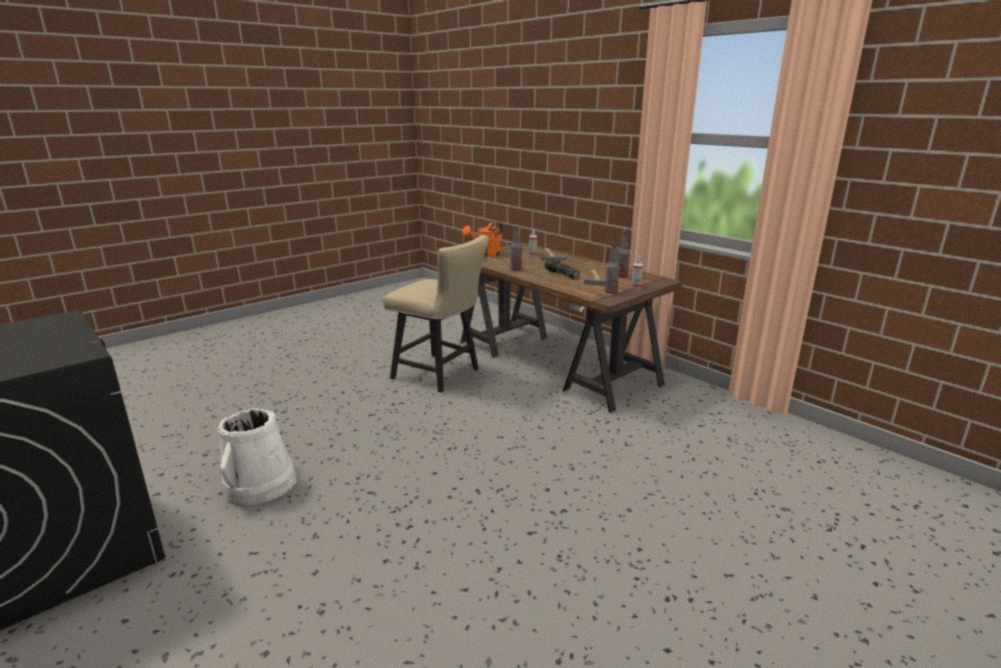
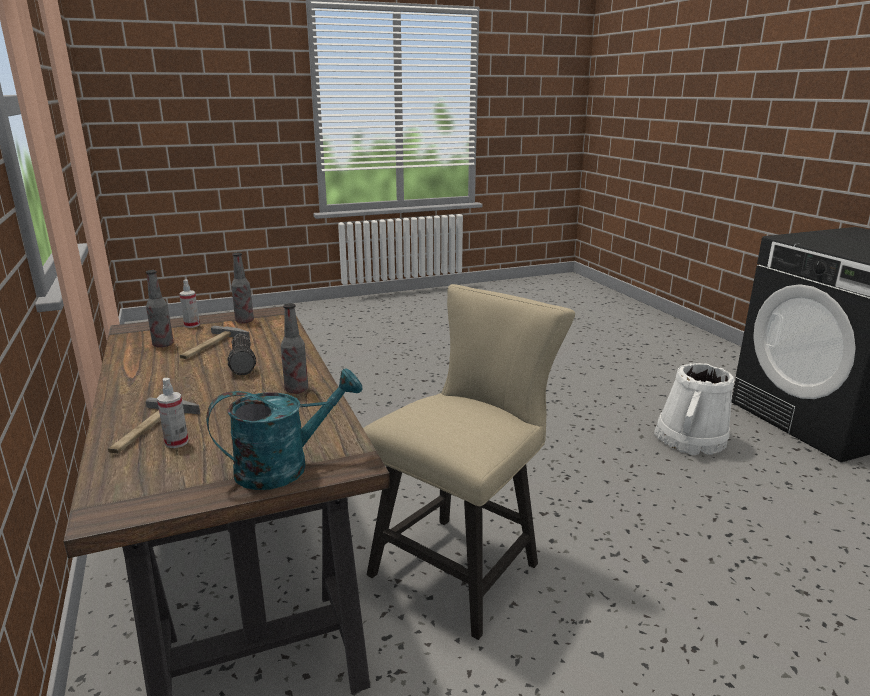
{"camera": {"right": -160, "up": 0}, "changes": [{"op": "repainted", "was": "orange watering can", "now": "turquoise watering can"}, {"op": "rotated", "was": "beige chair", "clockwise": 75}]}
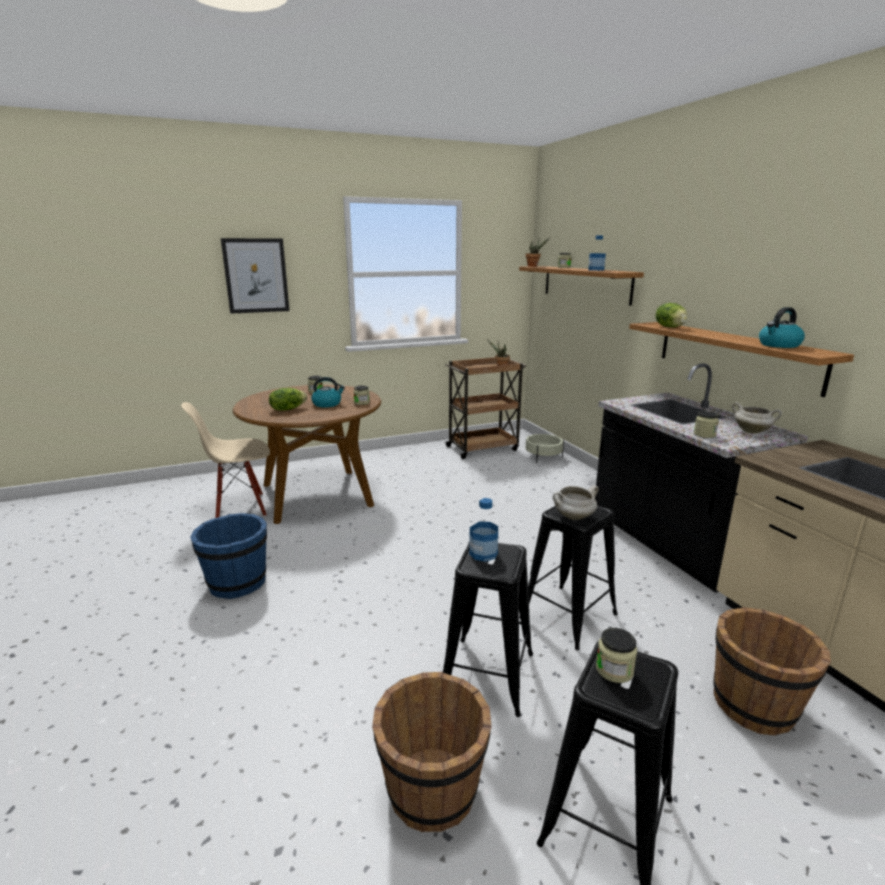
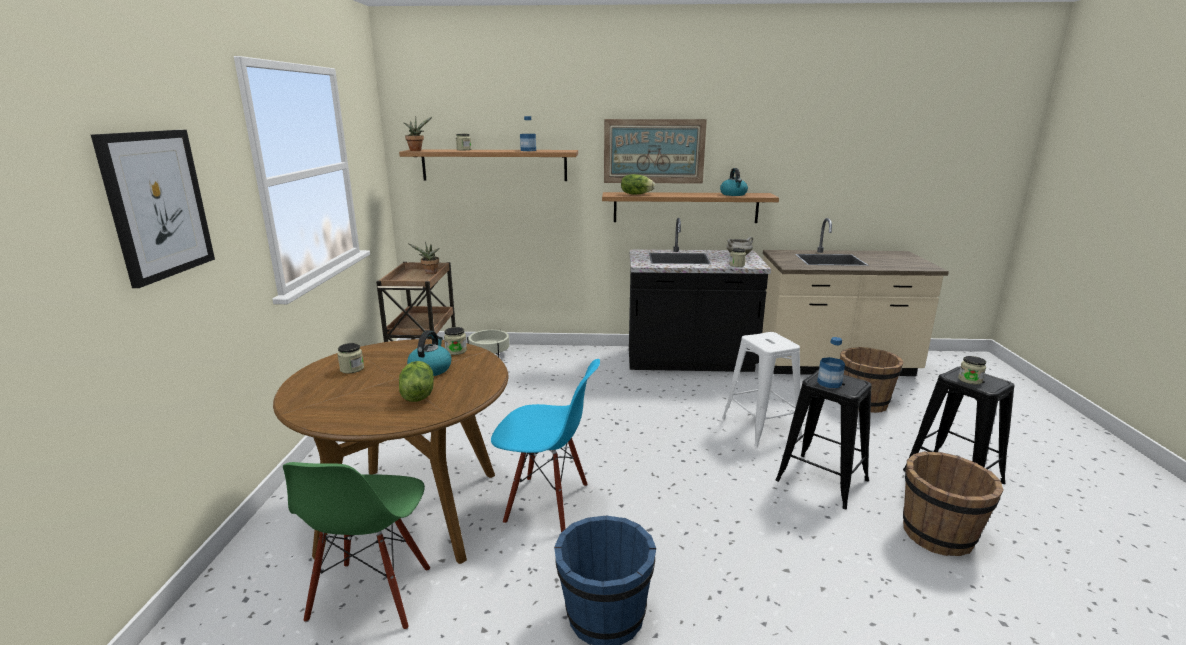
{"camera": {"right": -65, "up": 0}, "changes": [{"op": "repainted", "was": "beige chair", "now": "green chair"}, {"op": "gone", "was": "white cooking pot (no. 1 from left)"}, {"op": "repainted", "was": "black stool (no. 2 from left)", "now": "white stool"}, {"op": "new", "now": "picture (no. 2 from left)"}, {"op": "new", "now": "blue chair"}]}
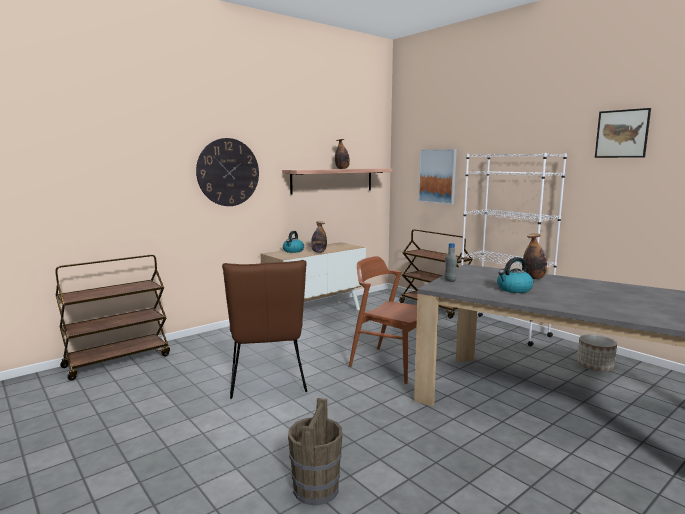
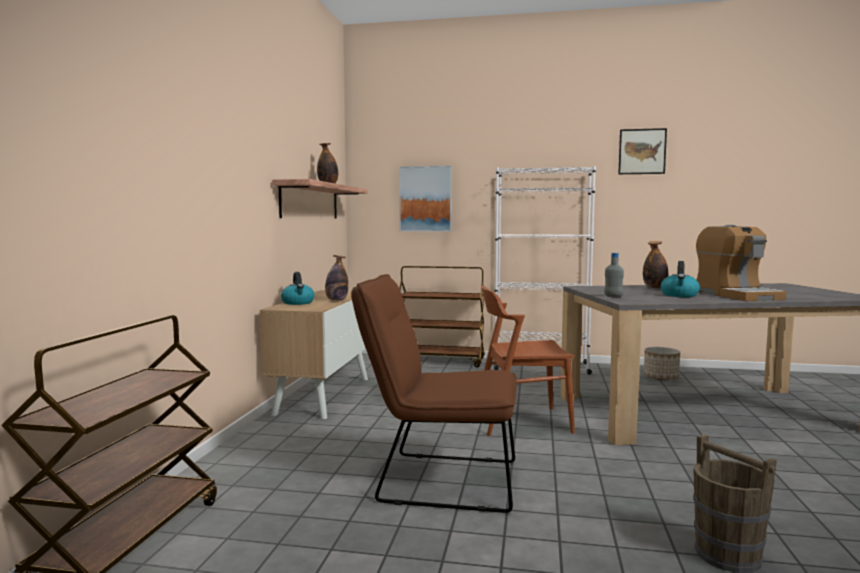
{"camera": {"right": -40, "up": -5}, "changes": [{"op": "gone", "was": "wall clock"}, {"op": "rotated", "was": "brown chair (no. 1 from left)", "clockwise": 150}, {"op": "new", "now": "coffee machine"}]}
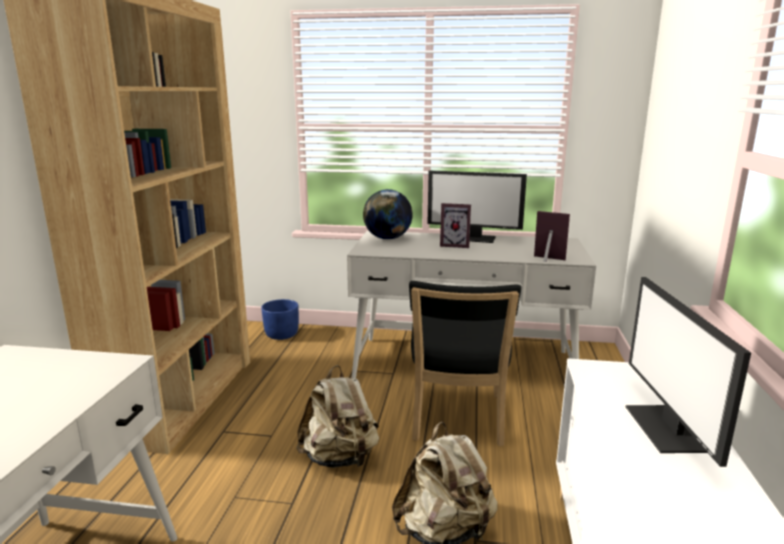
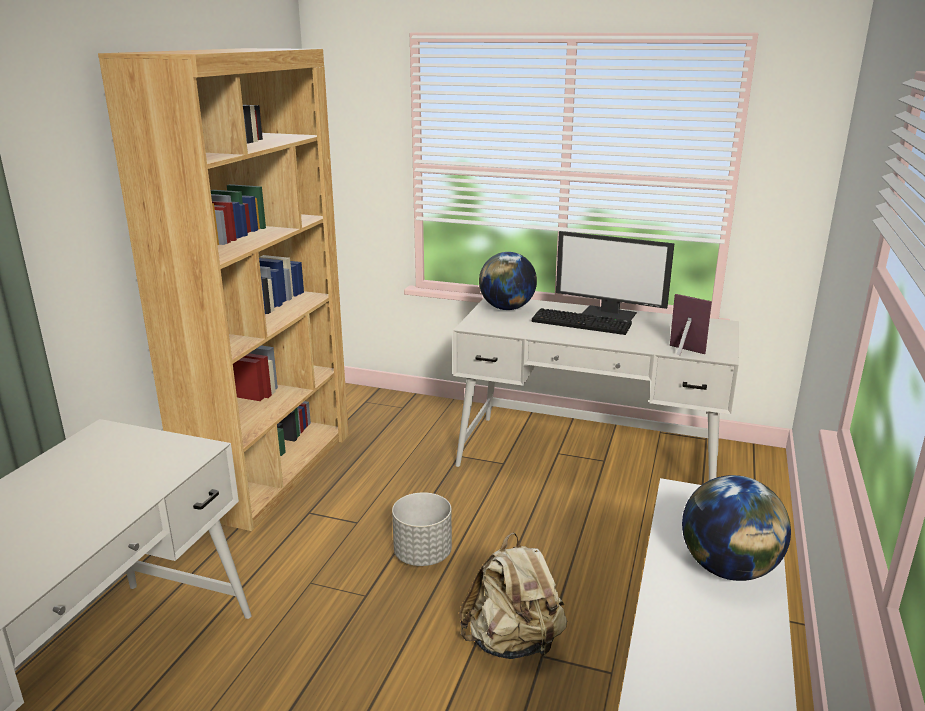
{"camera": {"right": 10, "up": 5}, "changes": [{"op": "swapped", "was": "picture frame (no. 1 from left)", "now": "keyboard"}, {"op": "swapped", "was": "monitor (no. 2 from left)", "now": "globe (no. 2 from left)"}, {"op": "gone", "was": "black chair"}, {"op": "gone", "was": "blue planter"}, {"op": "swapped", "was": "beige backpack (no. 1 from left)", "now": "grey planter"}]}
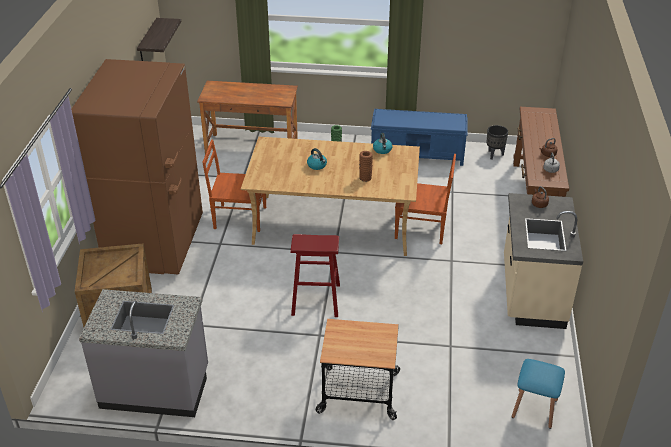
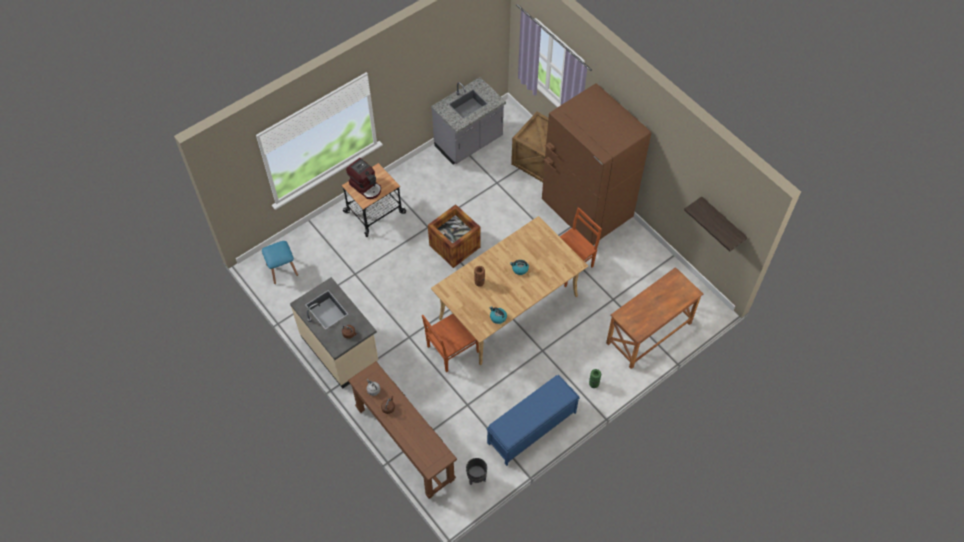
{"camera": {"right": 135, "up": 20}, "changes": [{"op": "swapped", "was": "red stool", "now": "crate (no. 1 from left)"}, {"op": "new", "now": "coffee machine"}]}
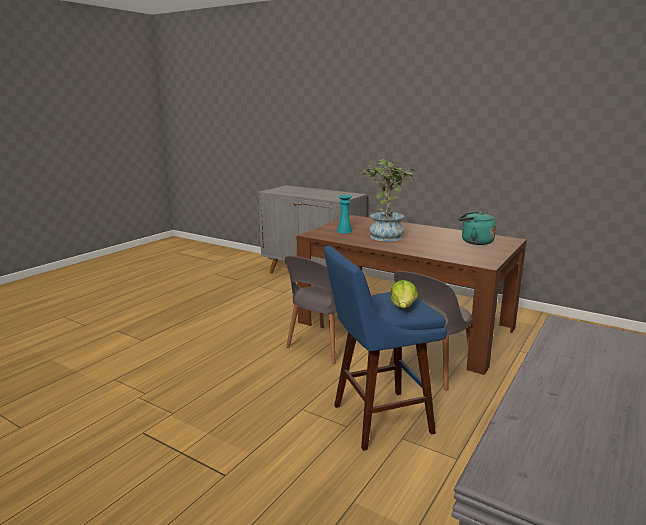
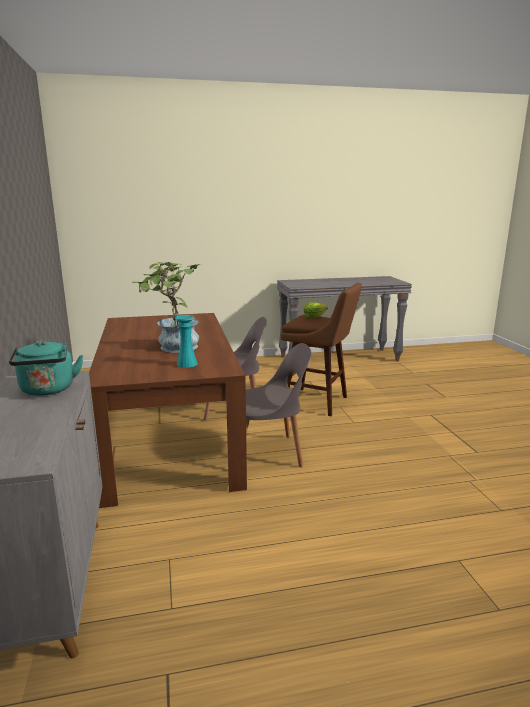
{"camera": {"right": -135, "up": 0}, "changes": [{"op": "shifted", "was": "turquoise kettle"}, {"op": "repainted", "was": "blue stool", "now": "brown stool"}]}
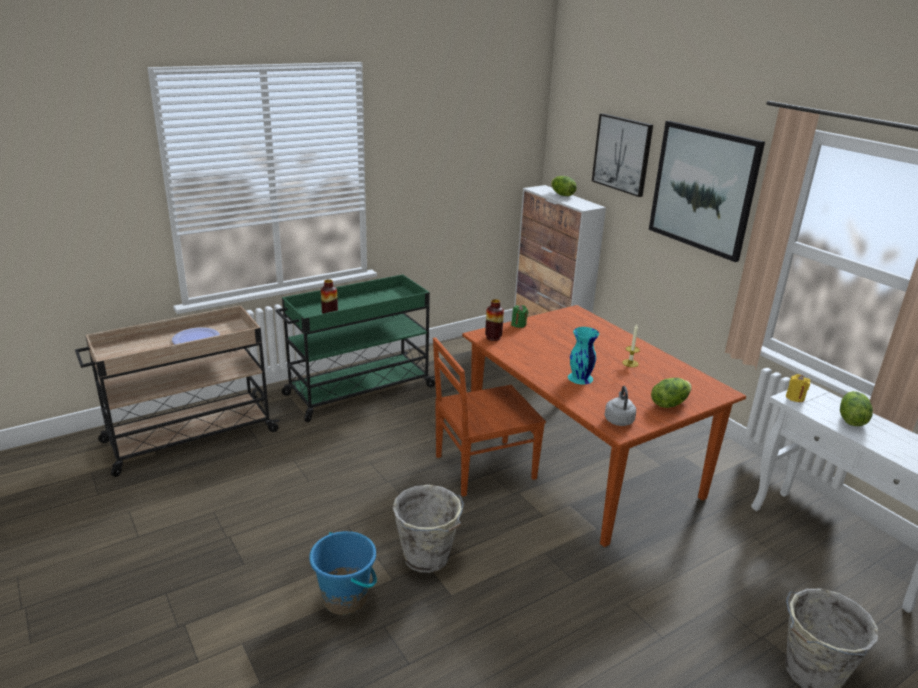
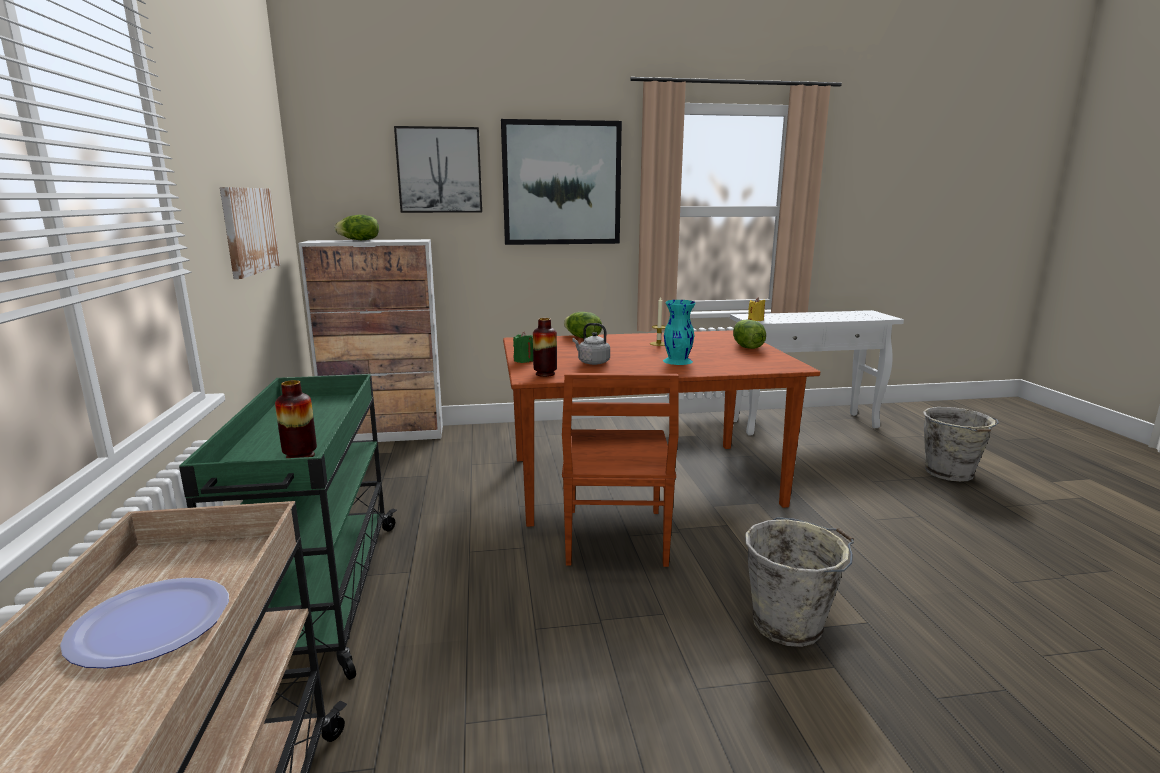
{"camera": {"right": -65, "up": -10}, "changes": [{"op": "shifted", "was": "grey kettle"}, {"op": "shifted", "was": "lettuce (no. 3 from left in the first image)", "now": "lettuce (no. 2 from left)"}, {"op": "gone", "was": "blue bucket"}, {"op": "new", "now": "picture (no. 1 from left)"}]}
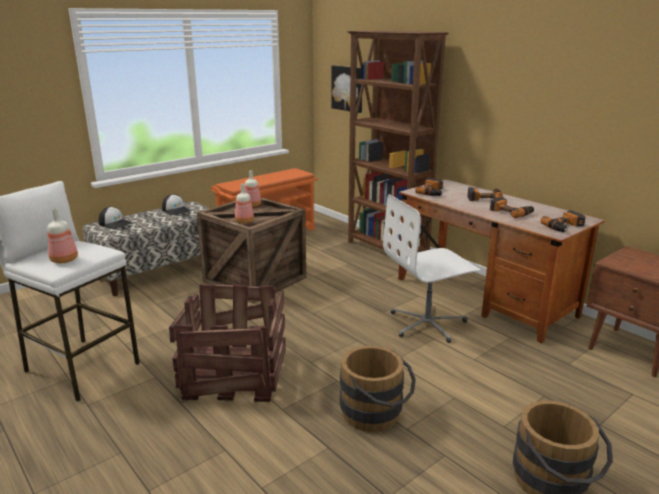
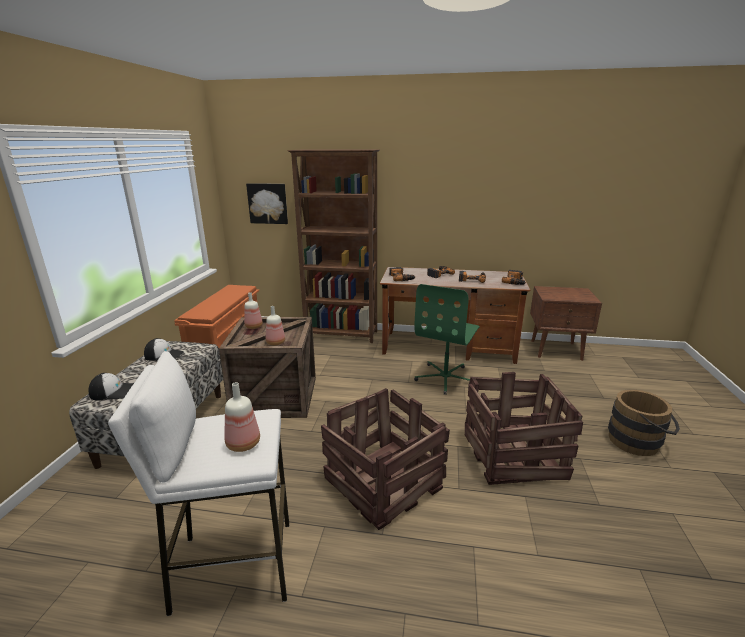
{"camera": {"right": -40, "up": 0}, "changes": [{"op": "repainted", "was": "white office chair", "now": "green office chair"}, {"op": "swapped", "was": "brown bucket (no. 1 from left)", "now": "crate (no. 3 from left)"}]}
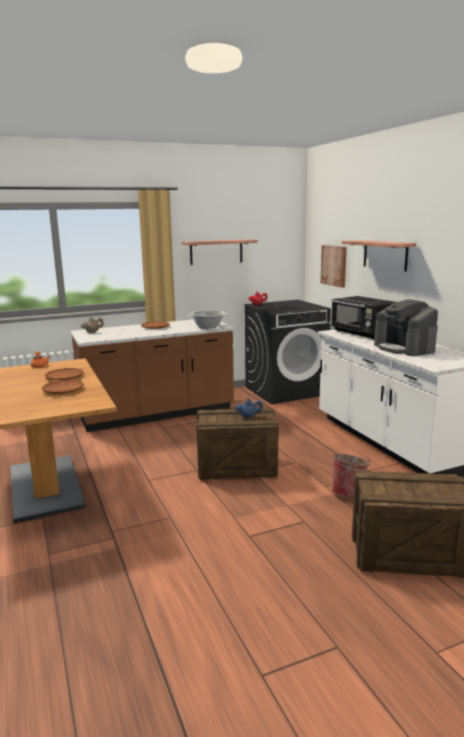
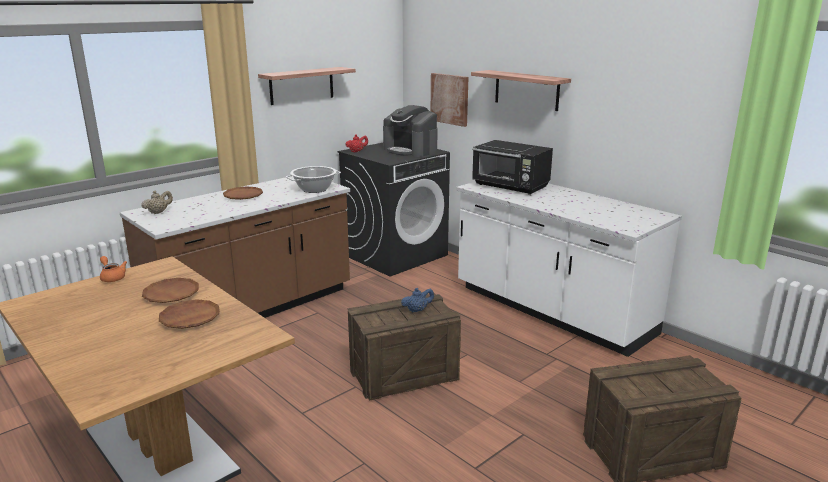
{"camera": {"right": -20, "up": 5}, "changes": [{"op": "shifted", "was": "coffee machine"}, {"op": "gone", "was": "bucket"}]}
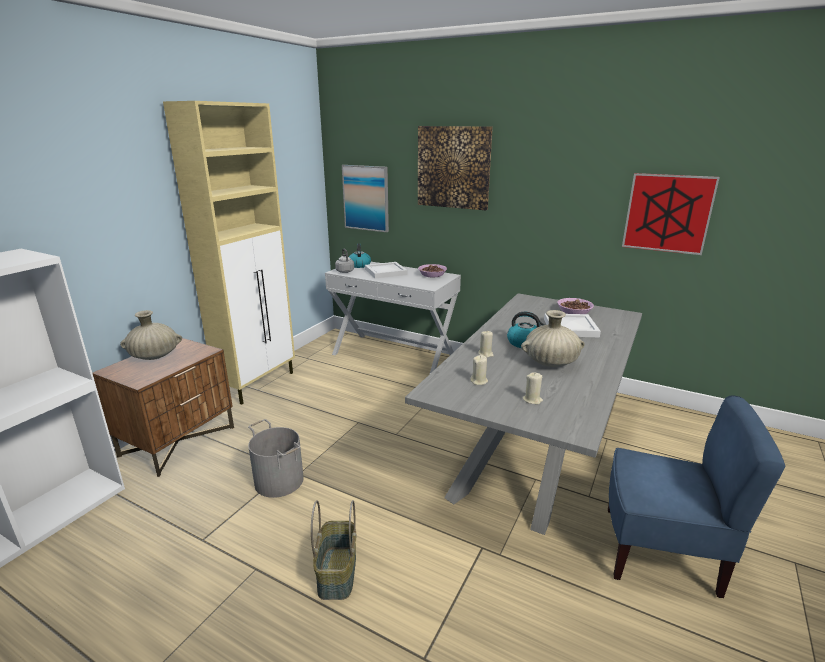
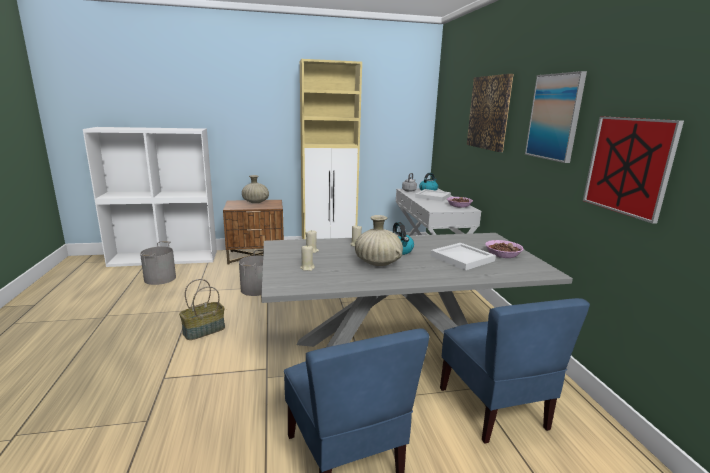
{"camera": {"right": 50, "up": -5}, "changes": [{"op": "shifted", "was": "picture (no. 1 from left in the first image)", "now": "picture (no. 2 from left)"}, {"op": "new", "now": "grey bucket (no. 1 from left)"}, {"op": "new", "now": "blue chair (no. 2 from left)"}]}
